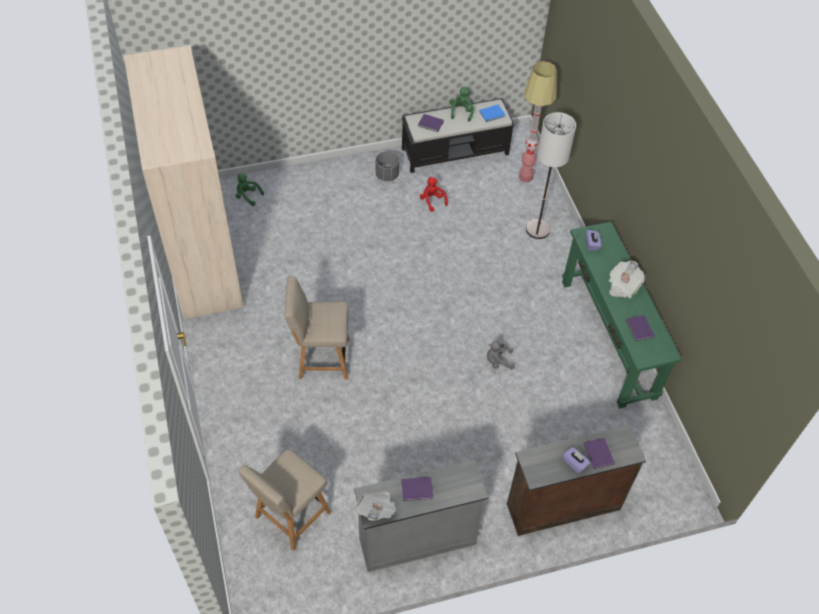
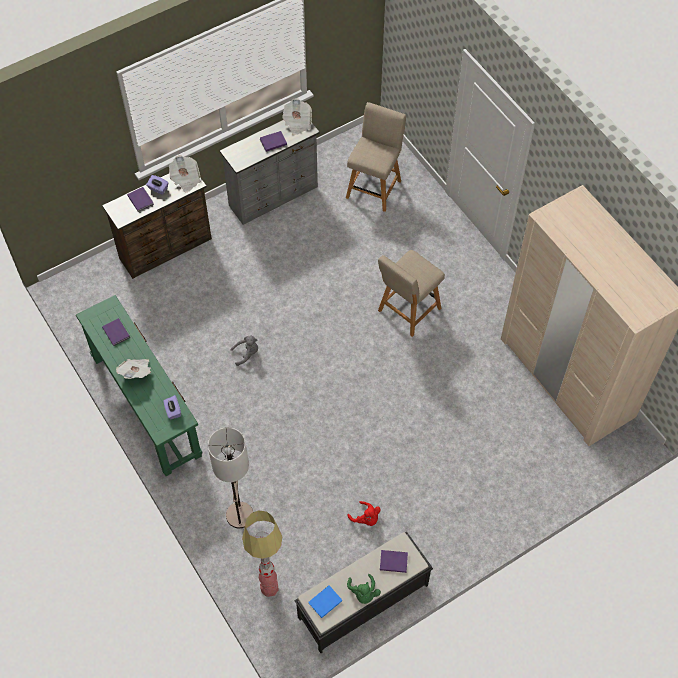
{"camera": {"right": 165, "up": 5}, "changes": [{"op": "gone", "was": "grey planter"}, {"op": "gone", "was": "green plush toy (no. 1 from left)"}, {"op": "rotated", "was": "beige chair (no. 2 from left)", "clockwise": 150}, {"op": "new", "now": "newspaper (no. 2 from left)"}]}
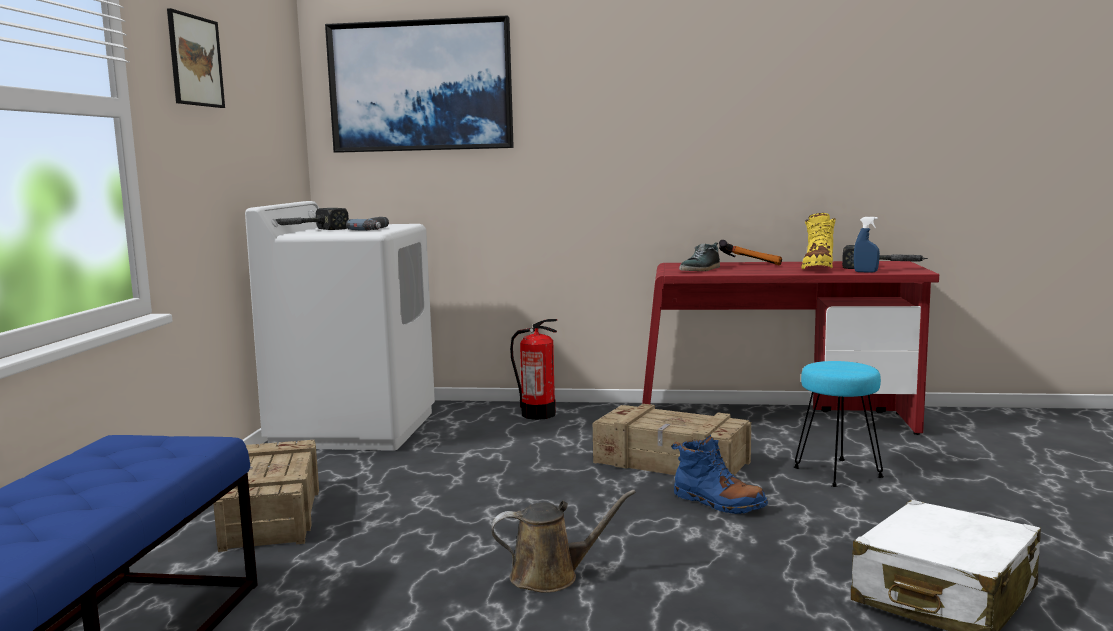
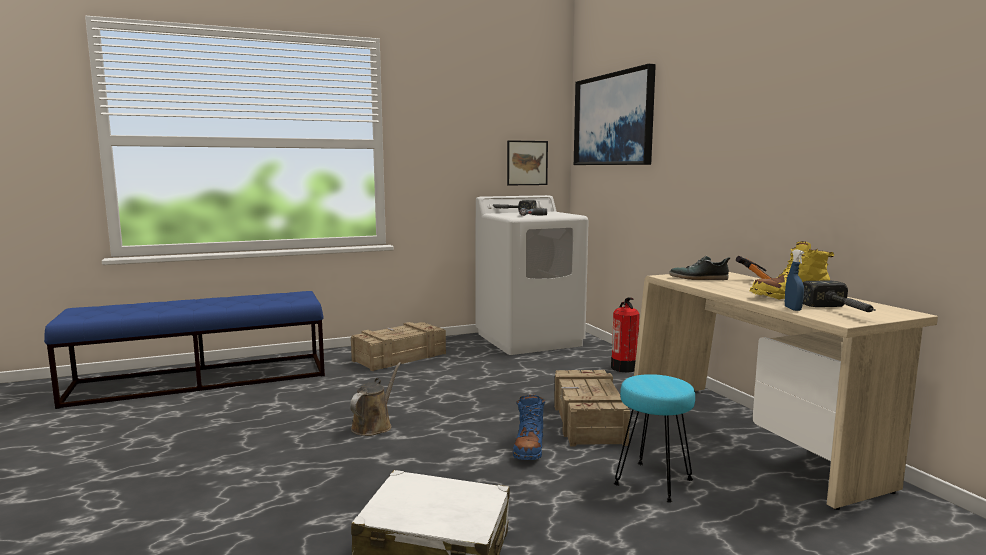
{"camera": {"right": 60, "up": 0}, "changes": [{"op": "shifted", "was": "picture (no. 1 from left)"}, {"op": "repainted", "was": "red desk", "now": "beige desk"}, {"op": "rotated", "was": "brown watering can", "clockwise": -120}]}
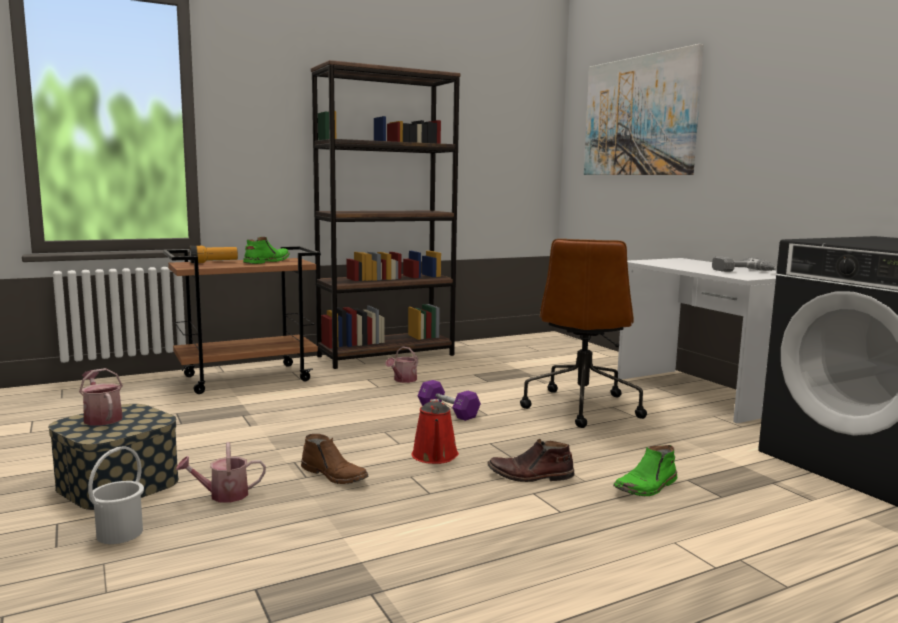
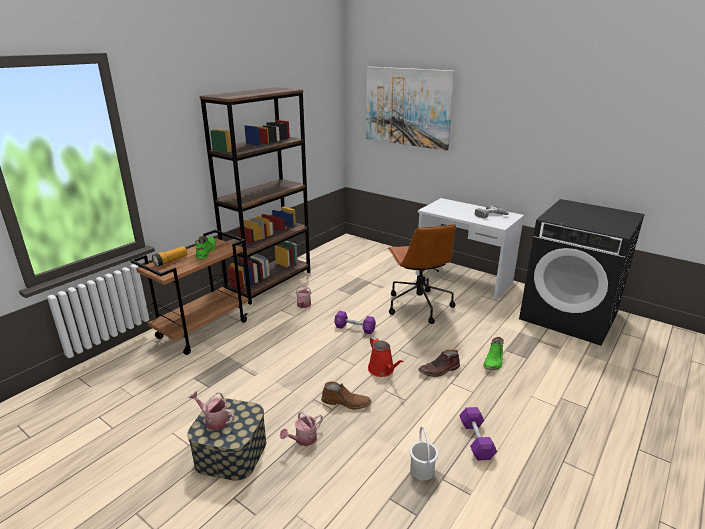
{"camera": {"right": -25, "up": 15}, "changes": [{"op": "shifted", "was": "white bucket"}, {"op": "new", "now": "purple dumbbell (no. 2 from left)"}]}
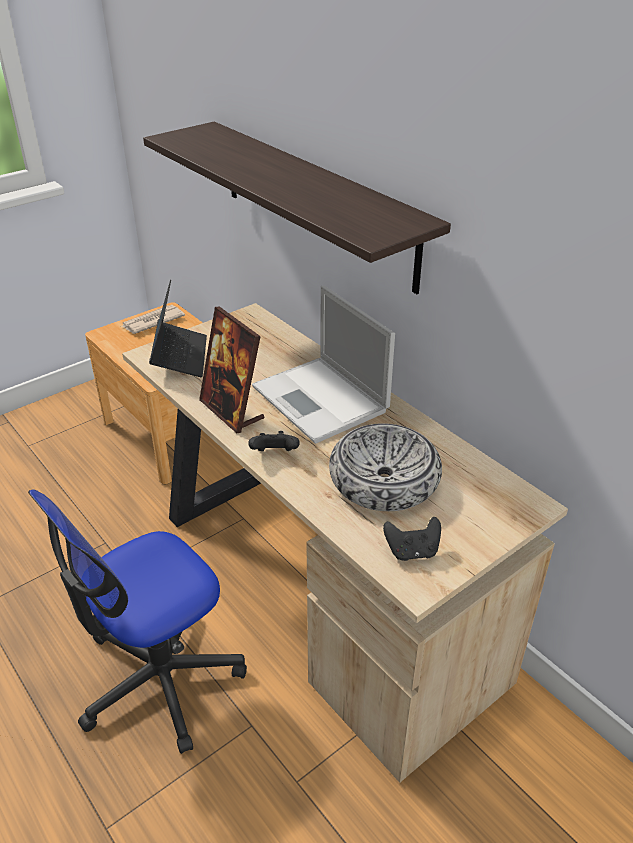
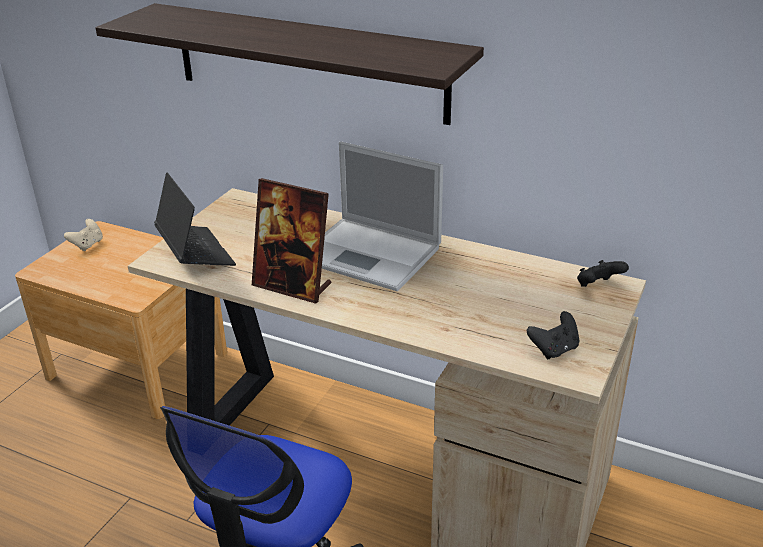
{"camera": {"right": -25, "up": -5}, "changes": [{"op": "swapped", "was": "newspaper", "now": "beige game controller"}, {"op": "gone", "was": "bowl"}, {"op": "shifted", "was": "black game controller (no. 1 from left in the first image)", "now": "black game controller (no. 2 from left)"}]}
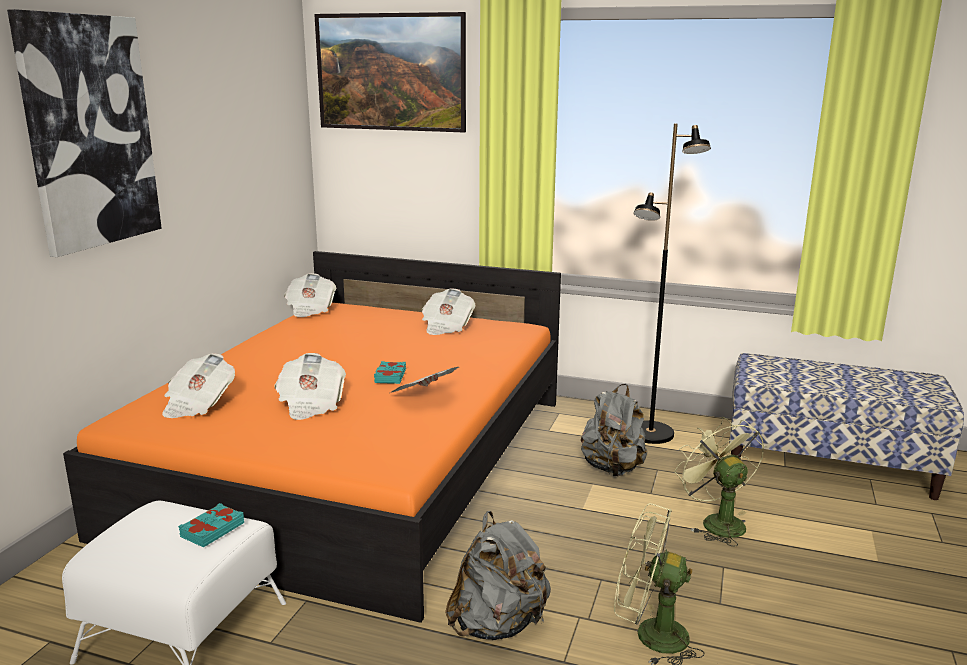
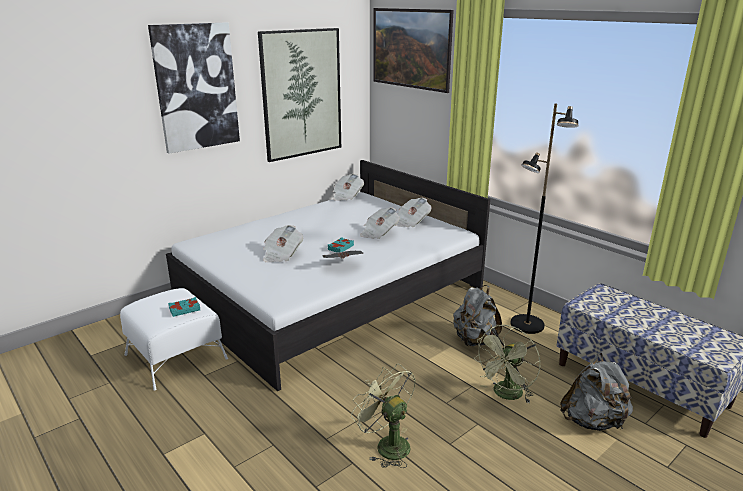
{"camera": {"right": 30, "up": 5}, "changes": [{"op": "repainted", "was": "orange bed", "now": "white bed"}, {"op": "shifted", "was": "newspaper (no. 1 from left in the first image)", "now": "newspaper (no. 4 from left)"}, {"op": "rotated", "was": "green fan (no. 2 from left)", "clockwise": -150}, {"op": "shifted", "was": "grey backpack (no. 1 from left in the first image)", "now": "grey backpack (no. 2 from left)"}, {"op": "new", "now": "picture (no. 2 from left)"}]}
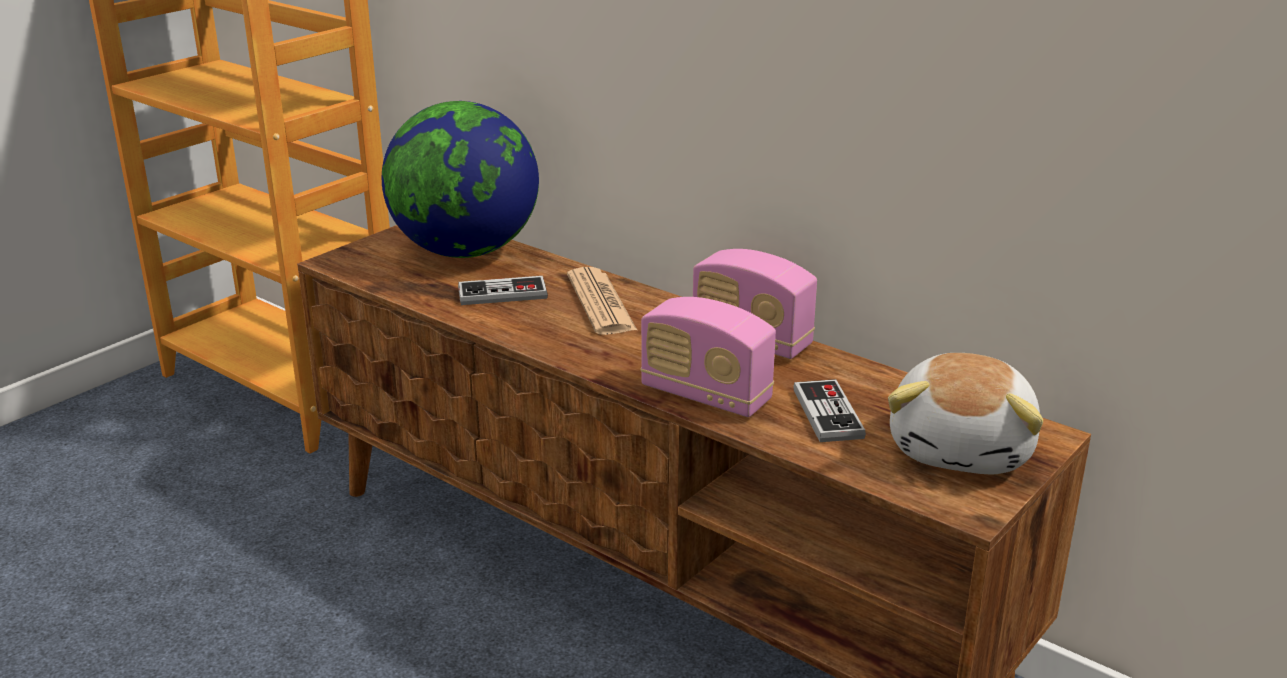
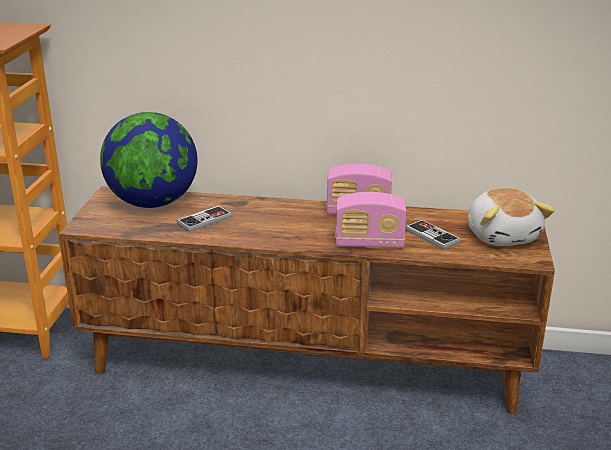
{"camera": {"right": -30, "up": 0}, "changes": [{"op": "gone", "was": "newspaper"}]}
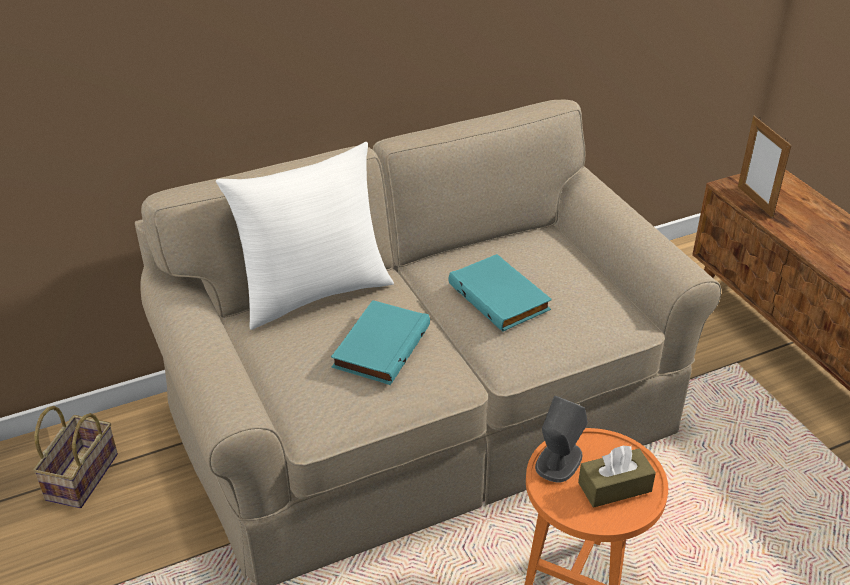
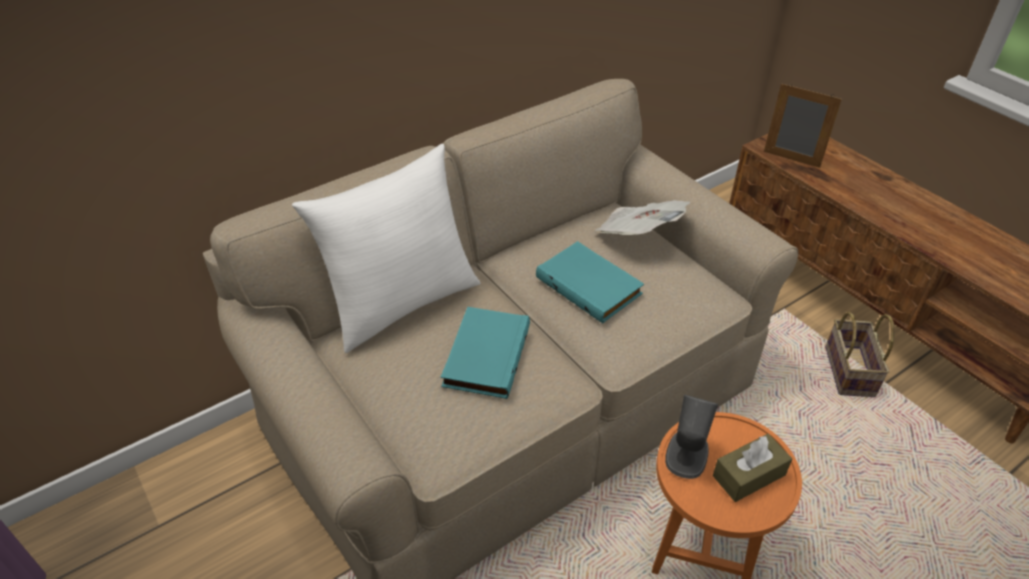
{"camera": {"right": -10, "up": 5}, "changes": [{"op": "rotated", "was": "picture frame", "clockwise": 150}, {"op": "shifted", "was": "basket"}, {"op": "new", "now": "newspaper"}]}
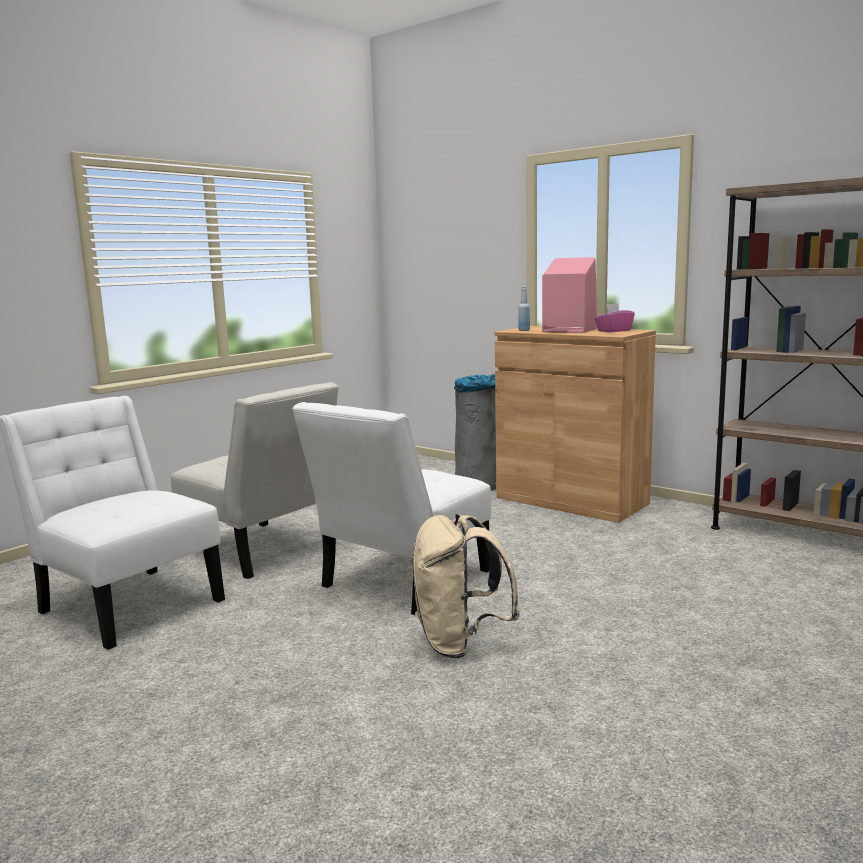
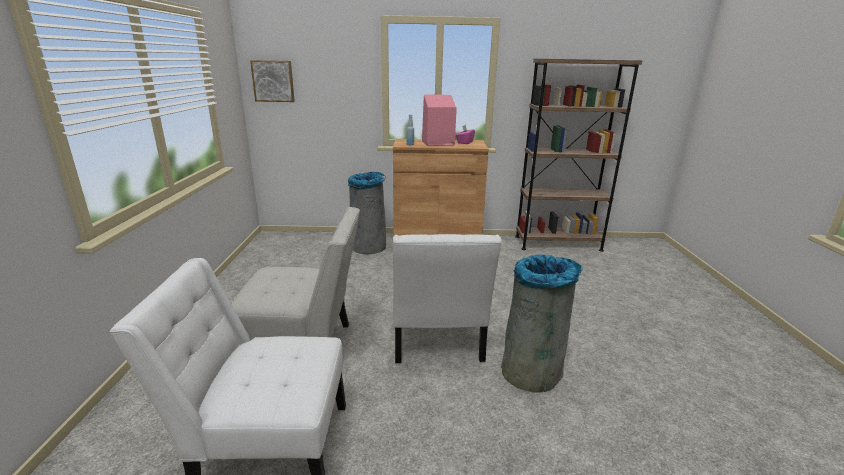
{"camera": {"right": -40, "up": 10}, "changes": [{"op": "swapped", "was": "beige backpack", "now": "grey trash can (no. 2 from left)"}, {"op": "new", "now": "picture"}]}
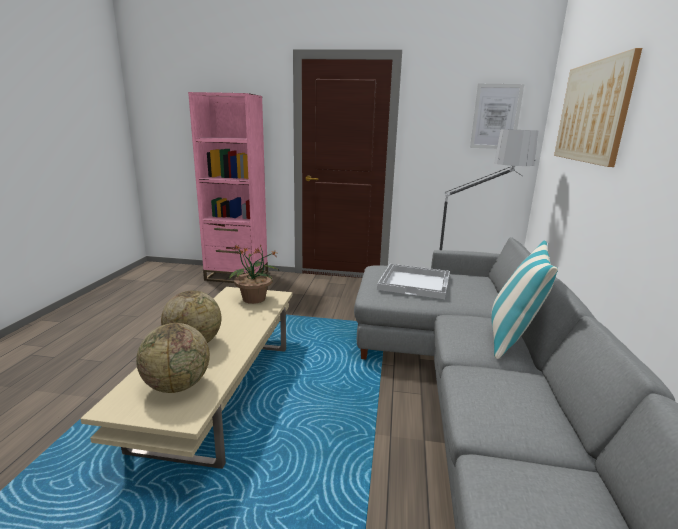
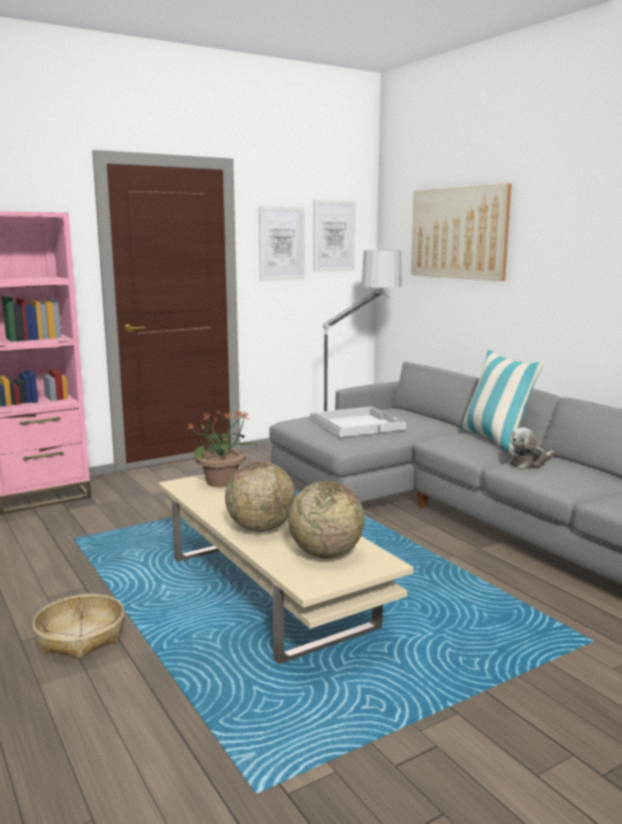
{"camera": {"right": -40, "up": -5}, "changes": [{"op": "new", "now": "picture (no. 1 from left)"}, {"op": "new", "now": "plush toy"}, {"op": "new", "now": "basket"}]}
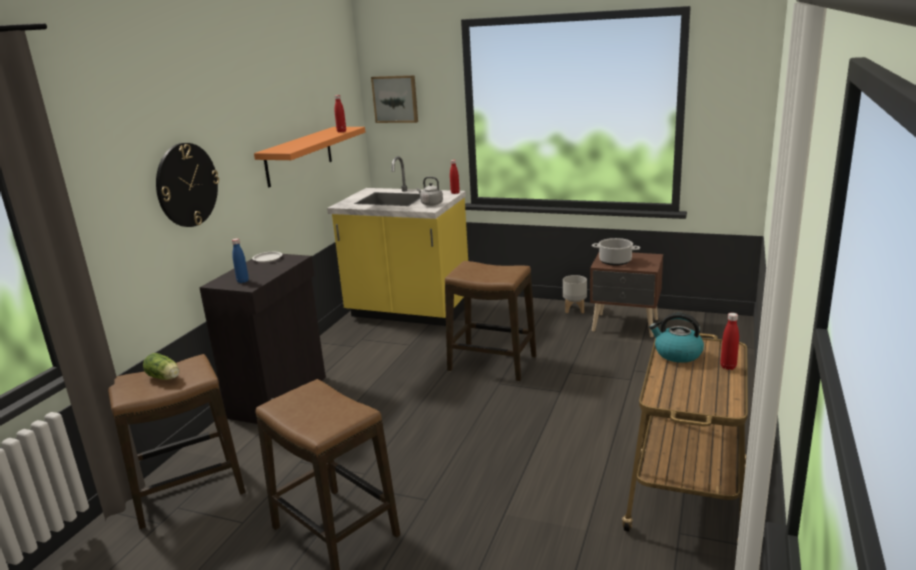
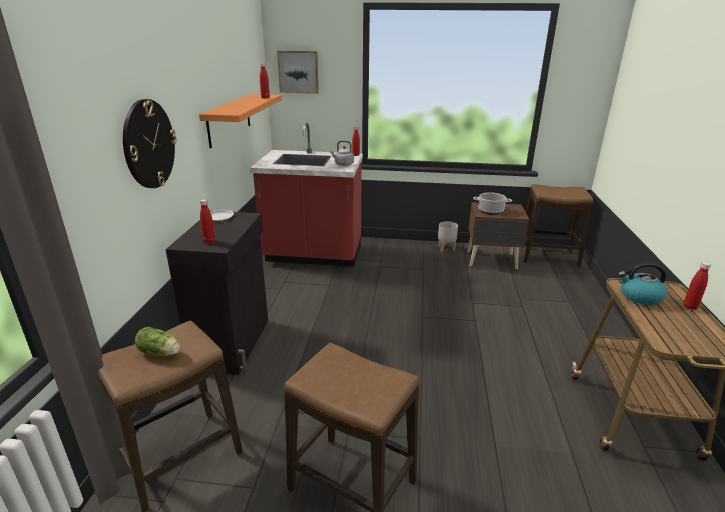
{"camera": {"right": -15, "up": 5}, "changes": [{"op": "repainted", "was": "yellow counter", "now": "red counter"}, {"op": "repainted", "was": "blue bottle", "now": "red bottle (no. 1 from left)"}, {"op": "shifted", "was": "stool (no. 3 from left)"}]}
